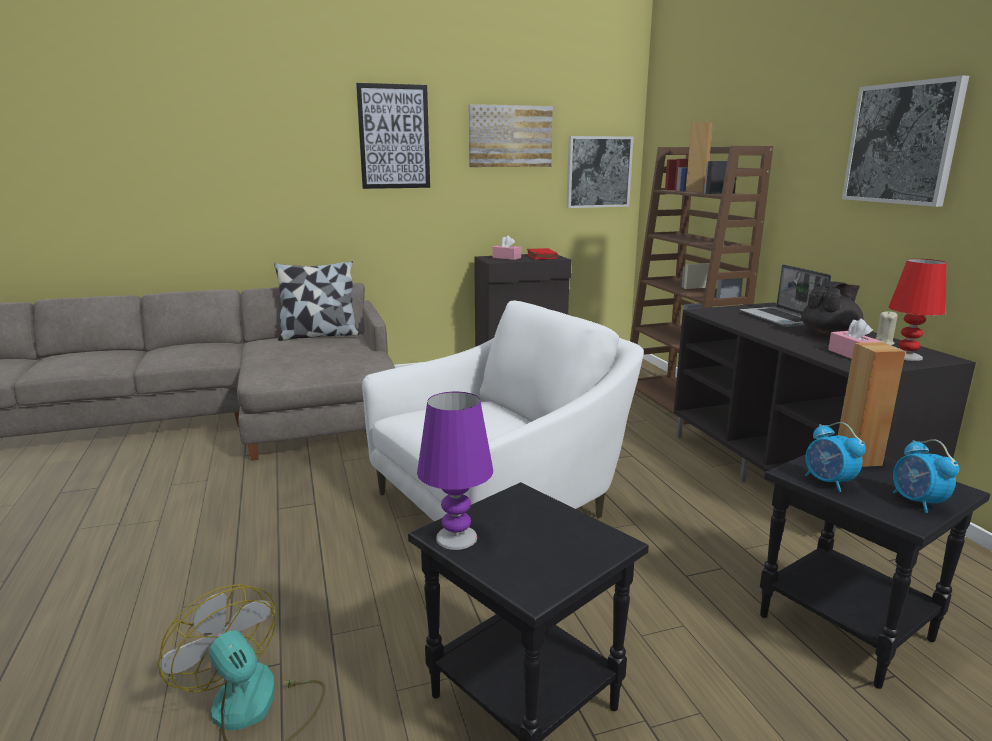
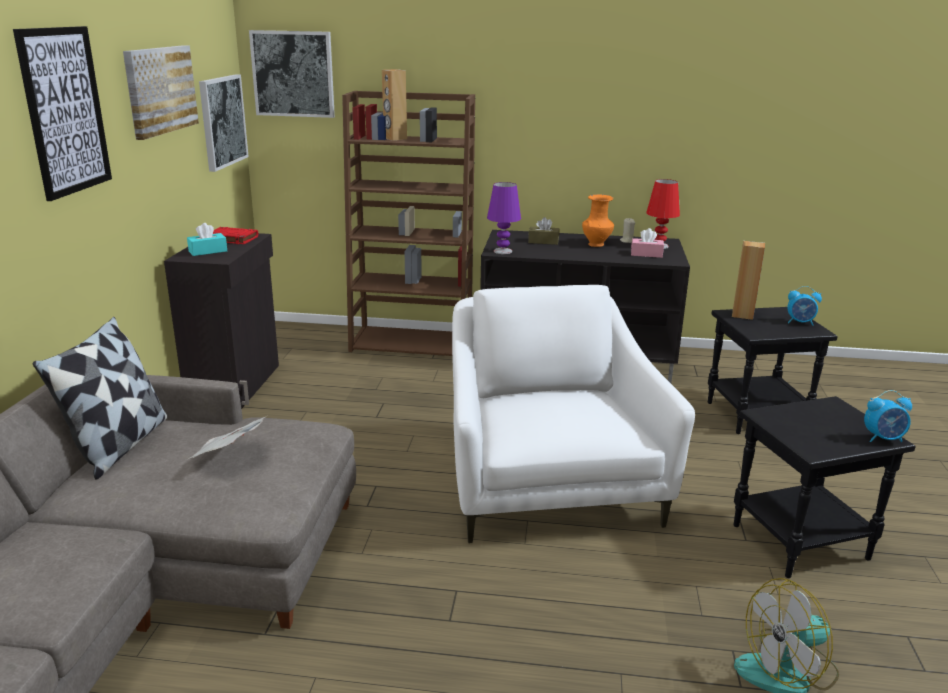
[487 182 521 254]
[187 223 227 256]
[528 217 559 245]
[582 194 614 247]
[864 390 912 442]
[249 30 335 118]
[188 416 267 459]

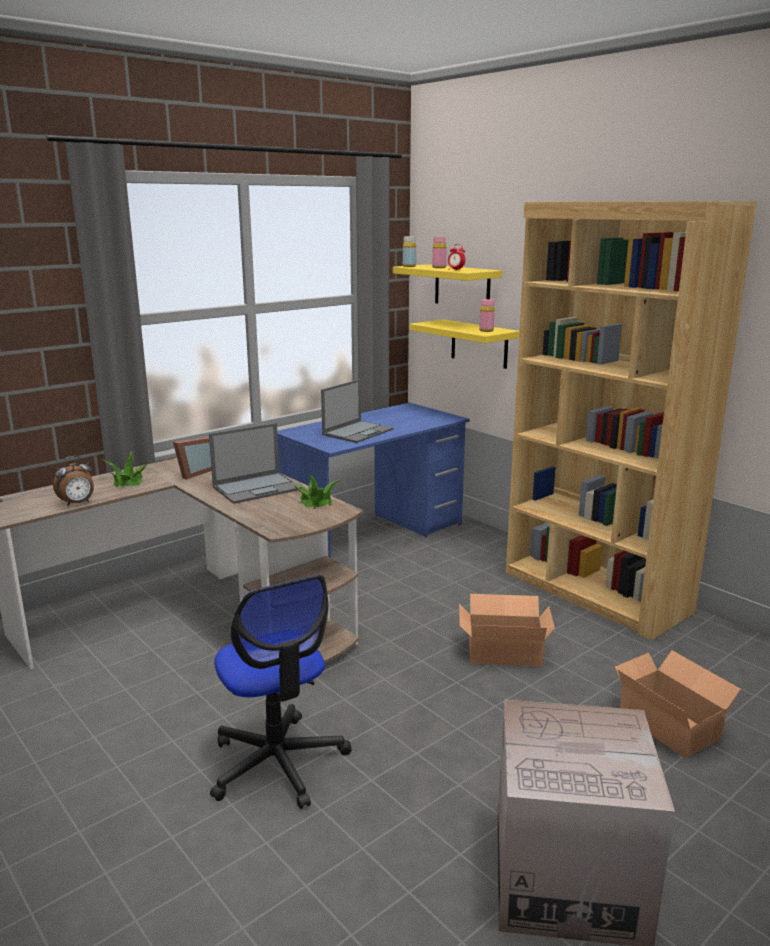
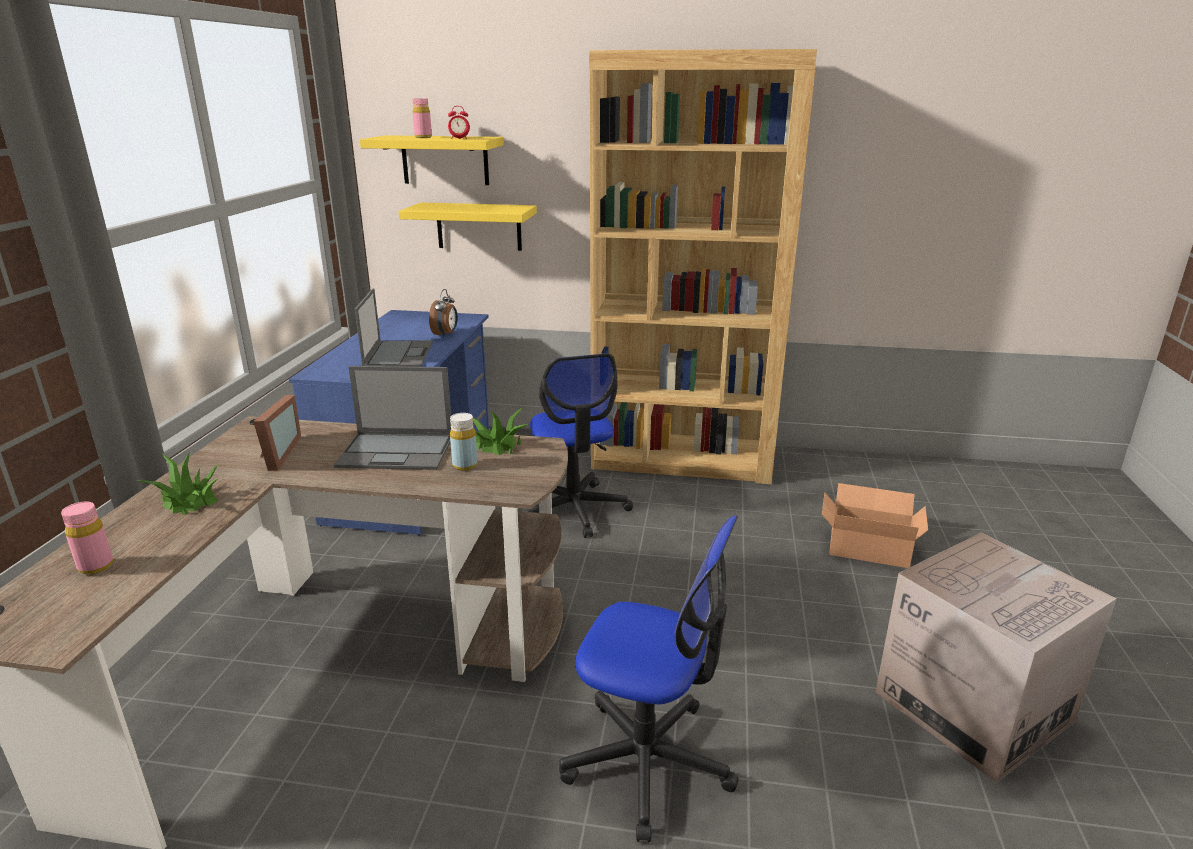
[429 289 458 338]
[334 366 451 470]
[450 413 478 471]
[459 594 555 667] (first image)
[61 502 113 575]
[525 353 633 538]

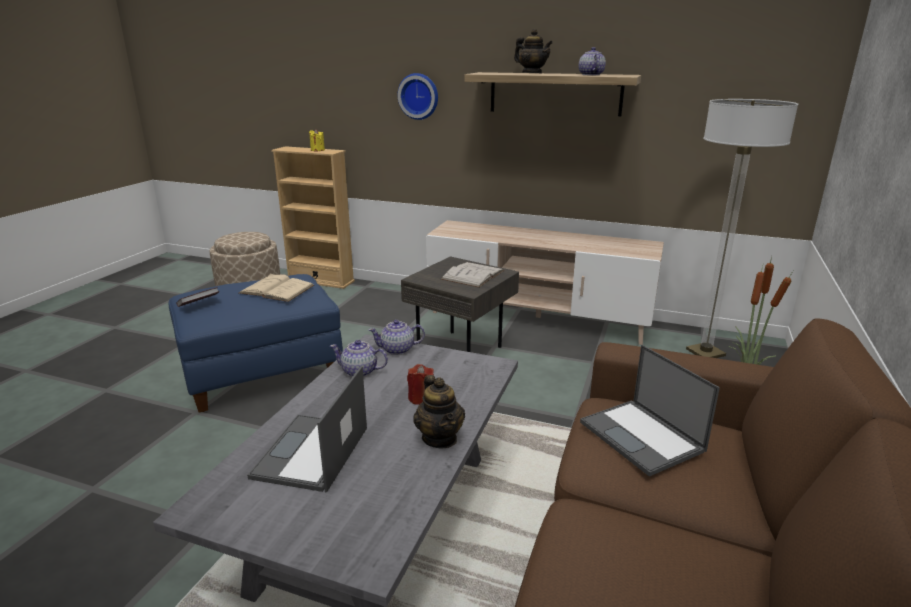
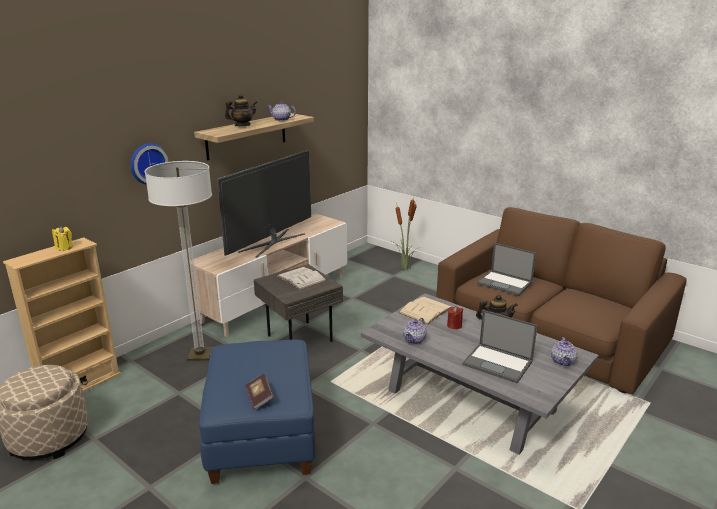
[399 297 452 325]
[551 337 578 366]
[477 243 536 296]
[145 161 212 361]
[217 150 311 257]

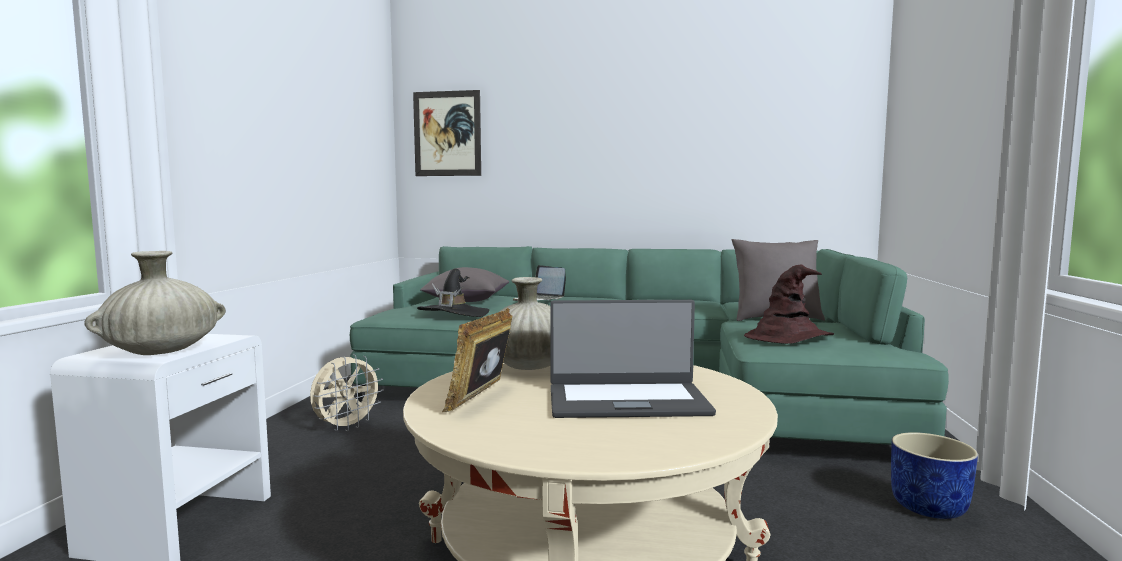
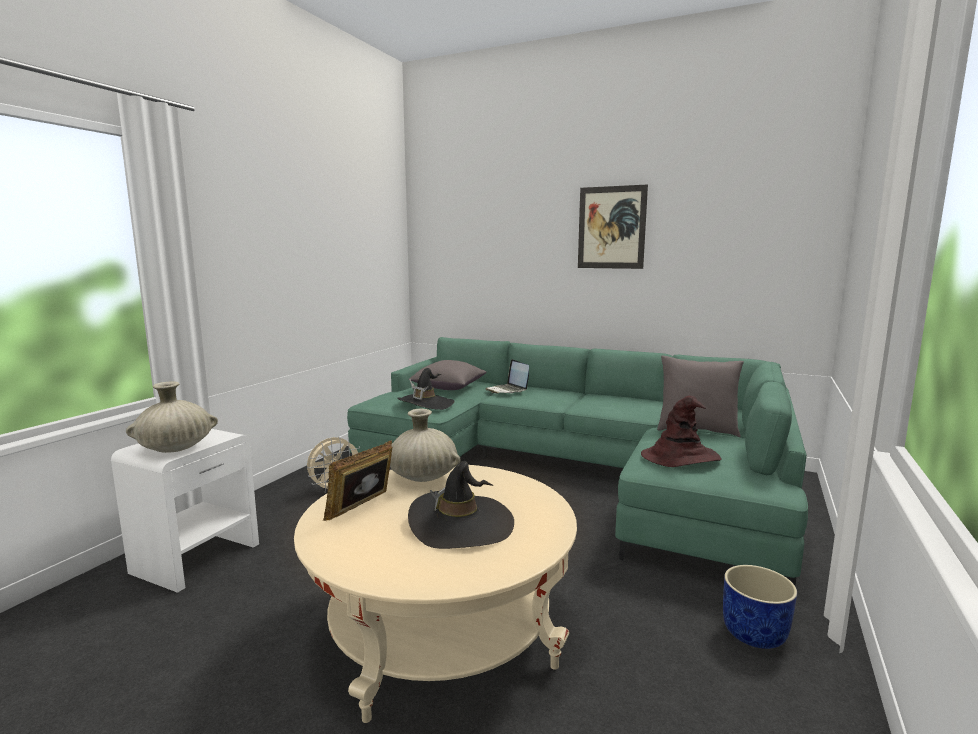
[578 184 648 269]
[408 461 514 549]

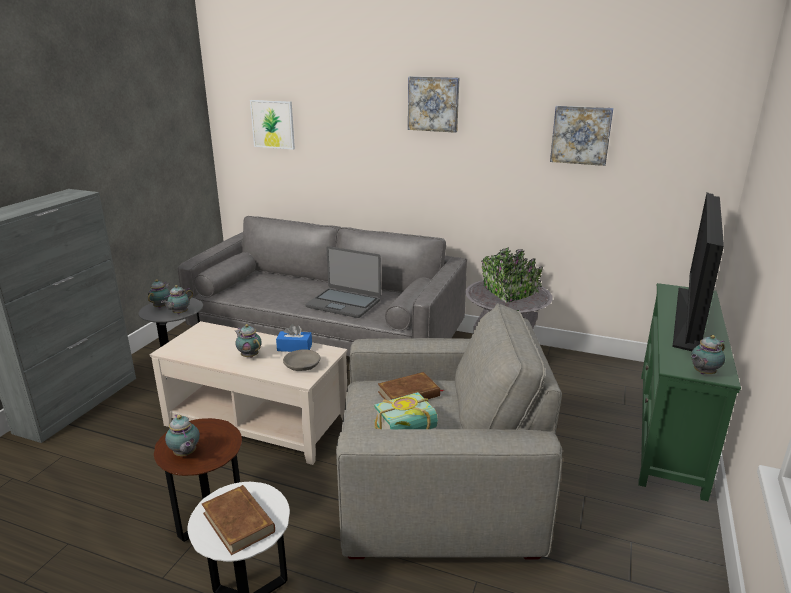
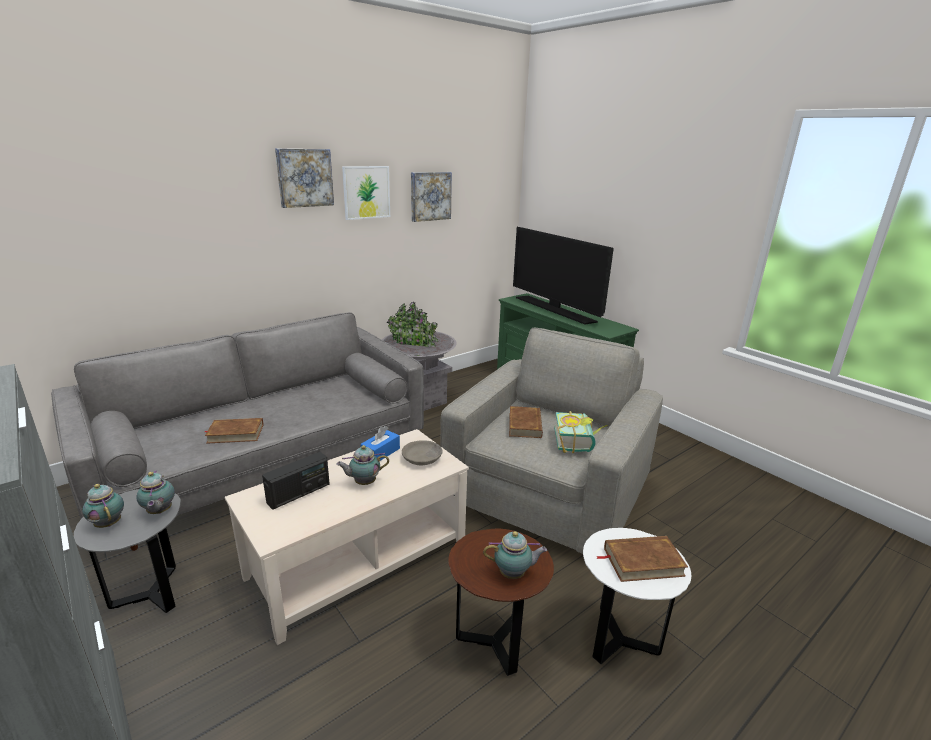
[342 166 390 220]
[306 246 381 318] (first image)
[691 335 725 374] (first image)
[205 418 264 444]
[262 452 330 510]

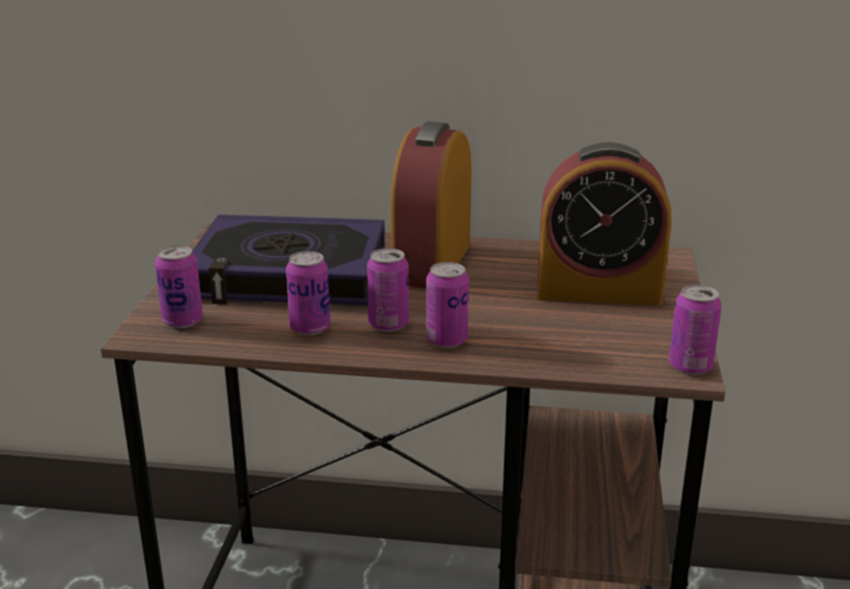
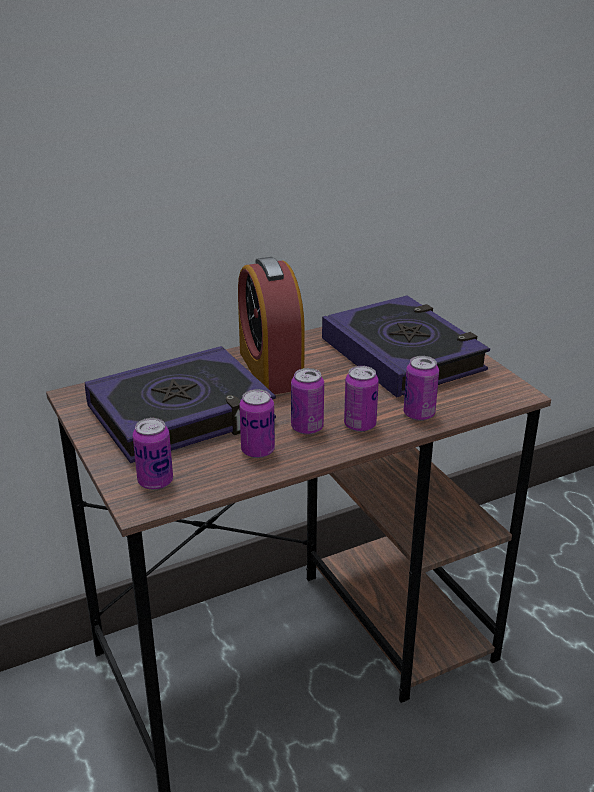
[322 296 490 397]
[404 356 439 421]

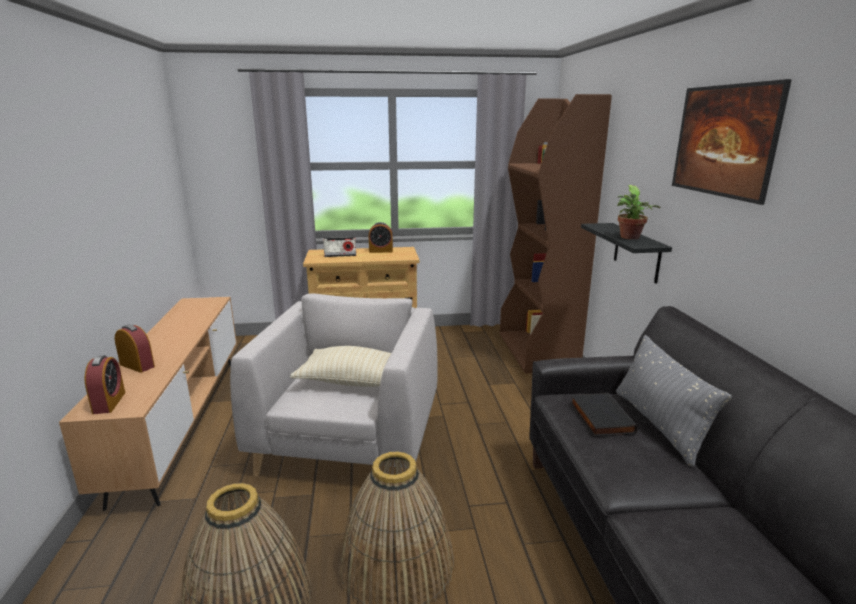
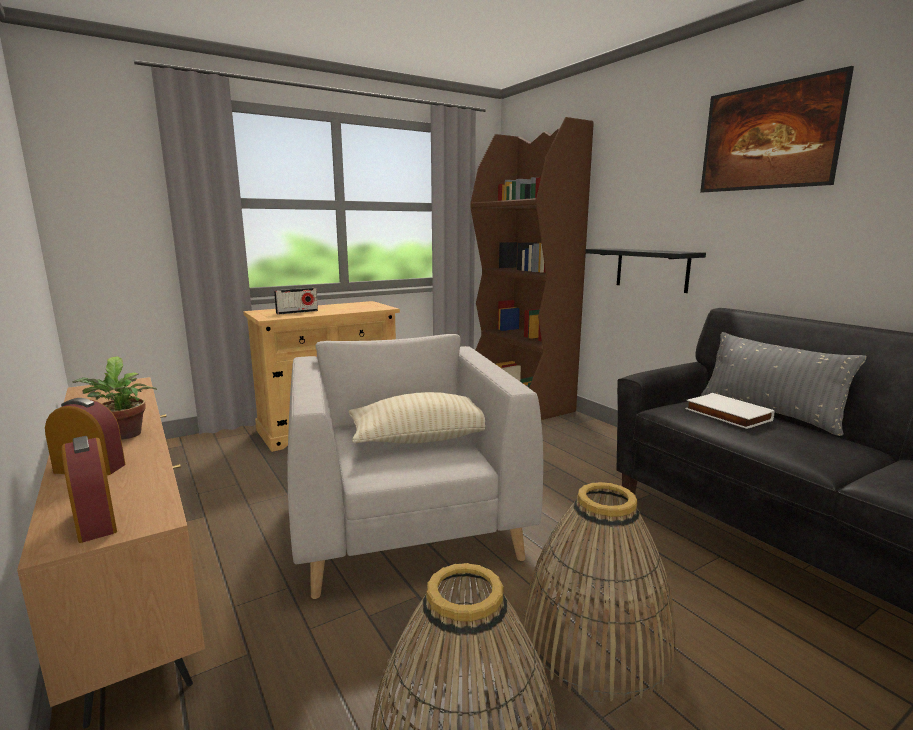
[369 222 393 253] (first image)
[685 393 775 429]
[72 356 157 440]

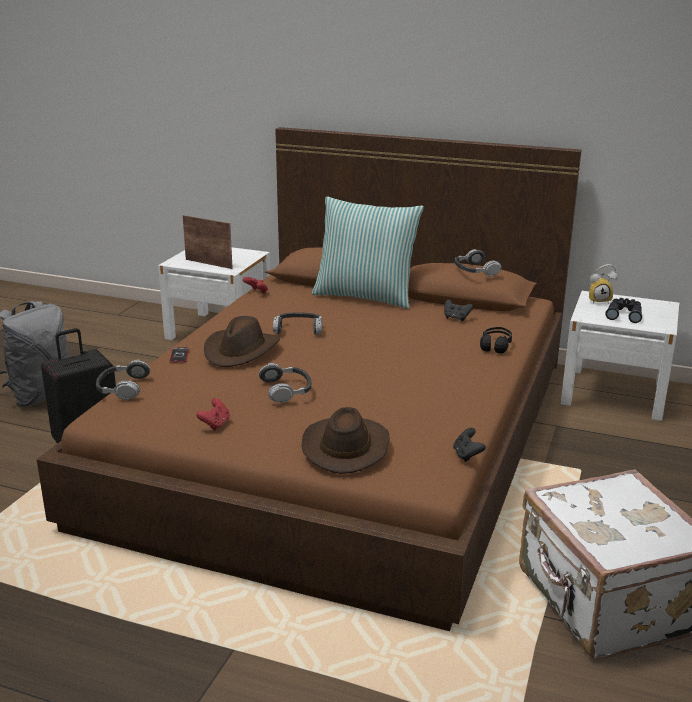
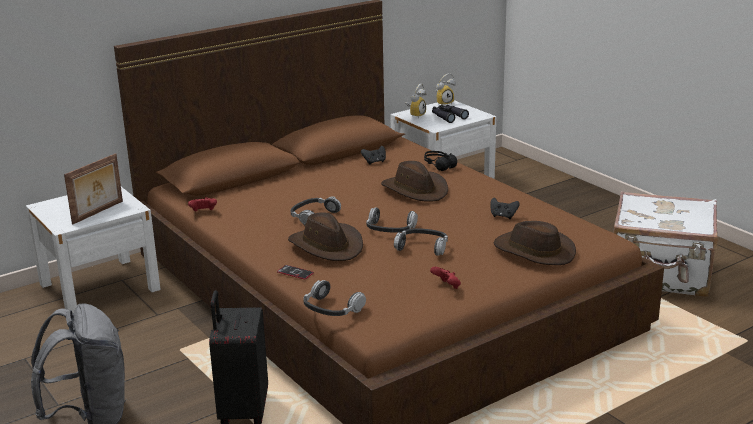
[64 153 123 224]
[312 196 424 309] (first image)
[490 198 520 219]
[366 207 418 233]
[381 161 448 202]
[436 73 456 105]

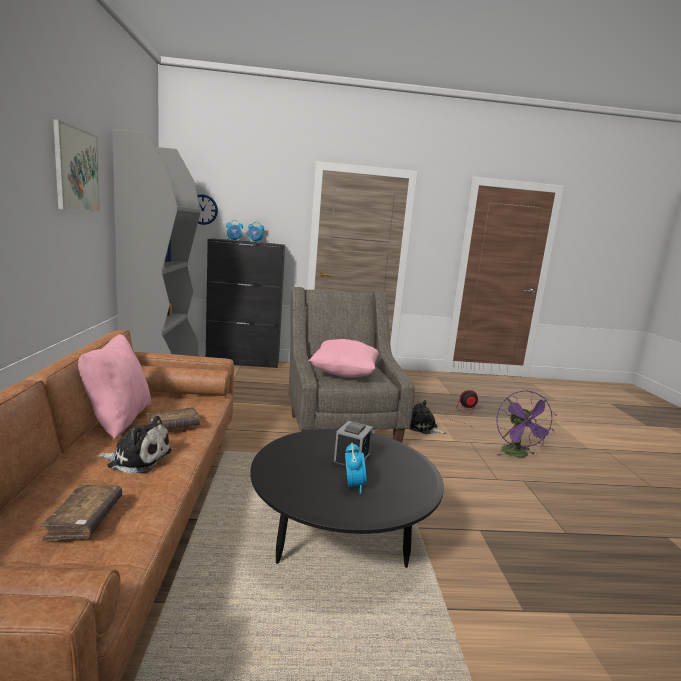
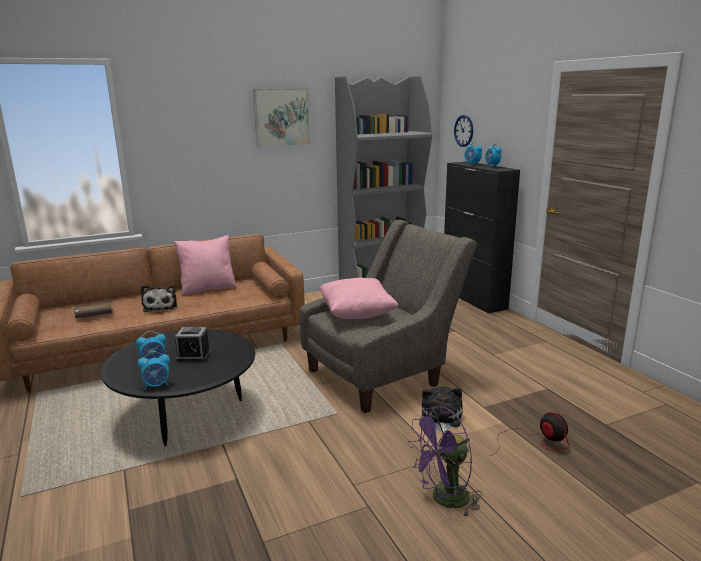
[146 407 200 429] (first image)
[138 351 170 390]

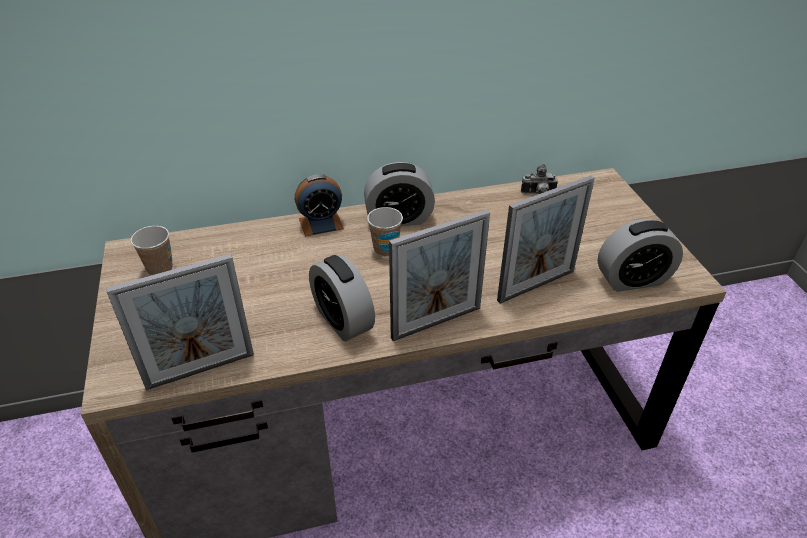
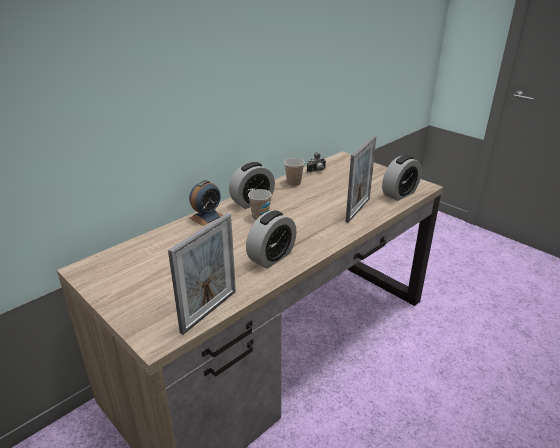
[284 158 305 186]
[246 210 296 269]
[389 210 490 341] (first image)

